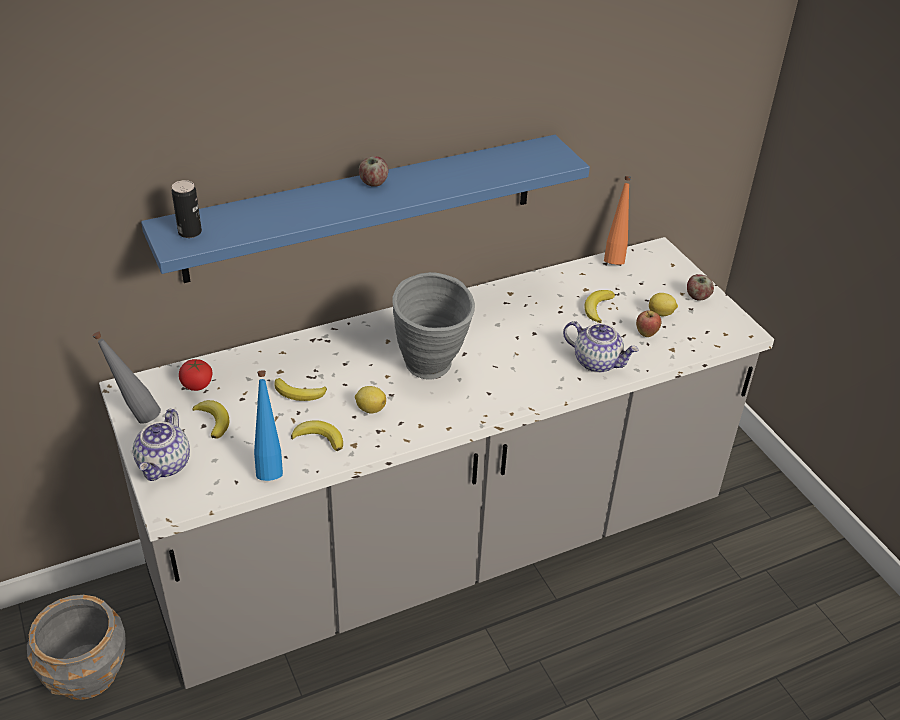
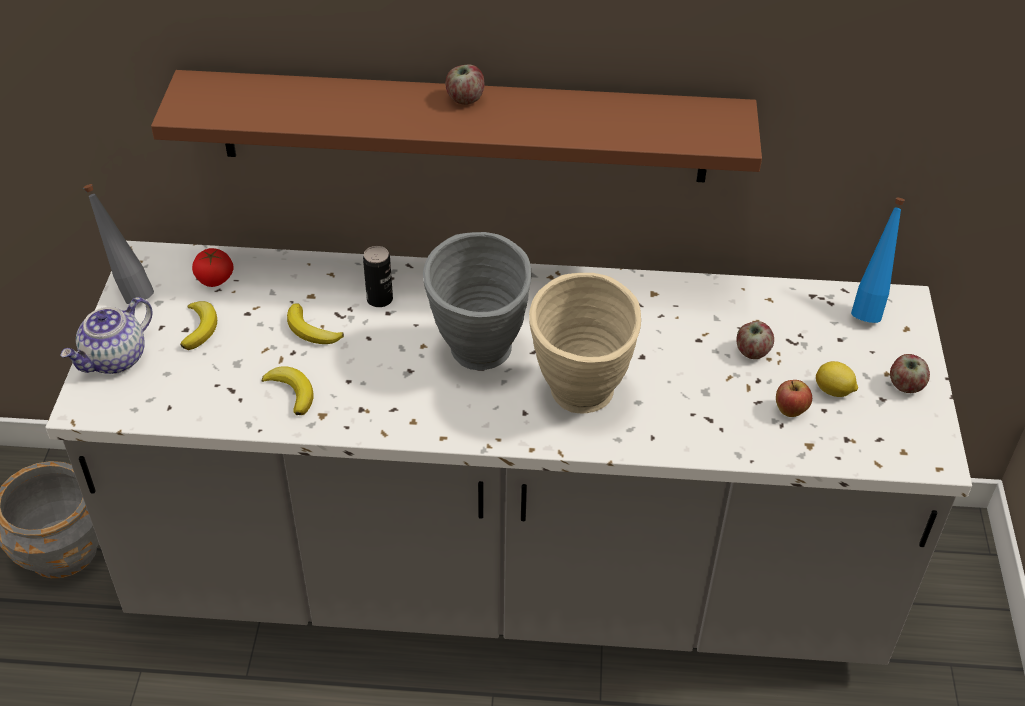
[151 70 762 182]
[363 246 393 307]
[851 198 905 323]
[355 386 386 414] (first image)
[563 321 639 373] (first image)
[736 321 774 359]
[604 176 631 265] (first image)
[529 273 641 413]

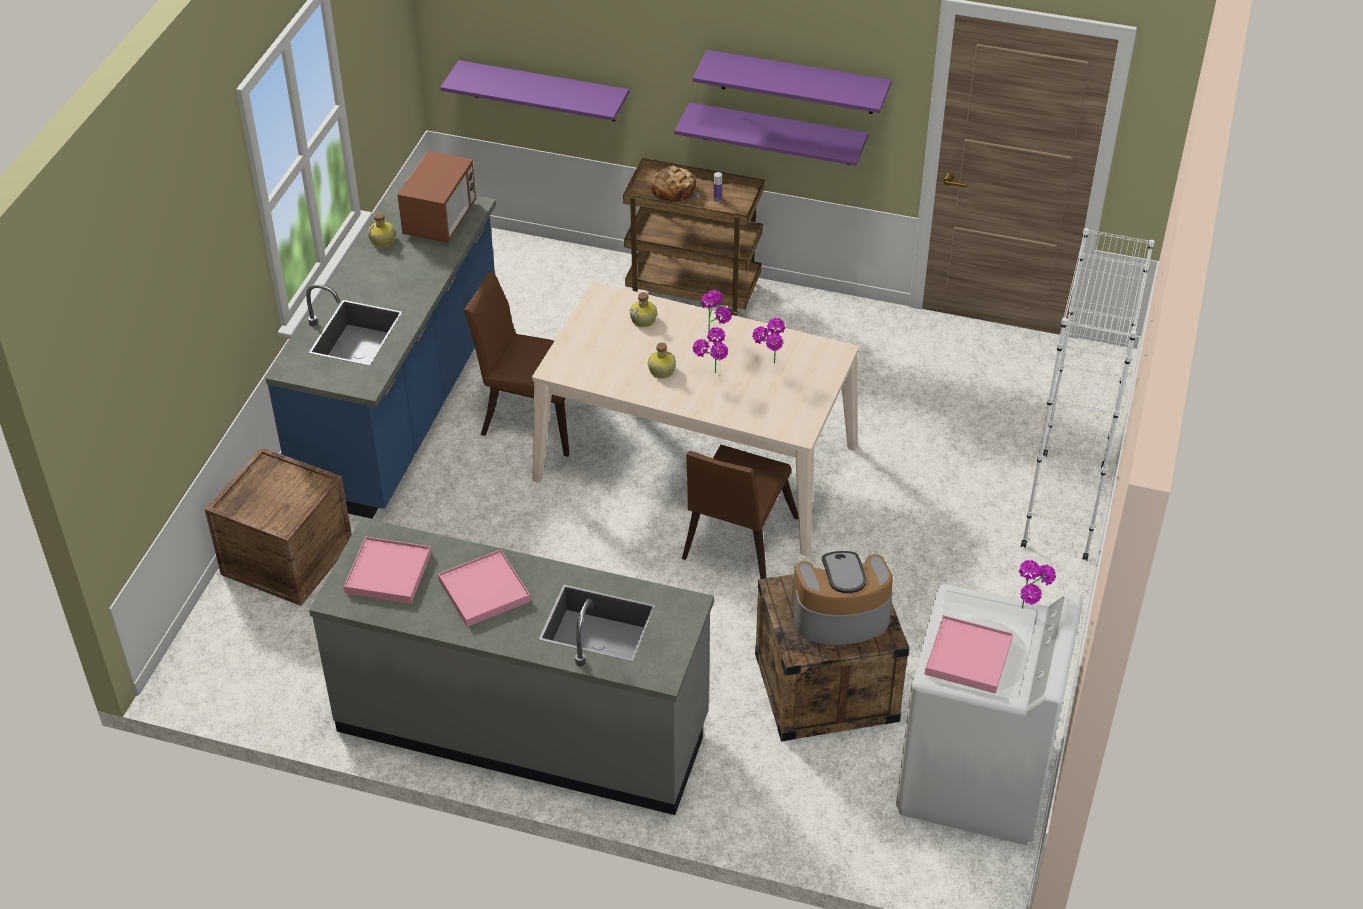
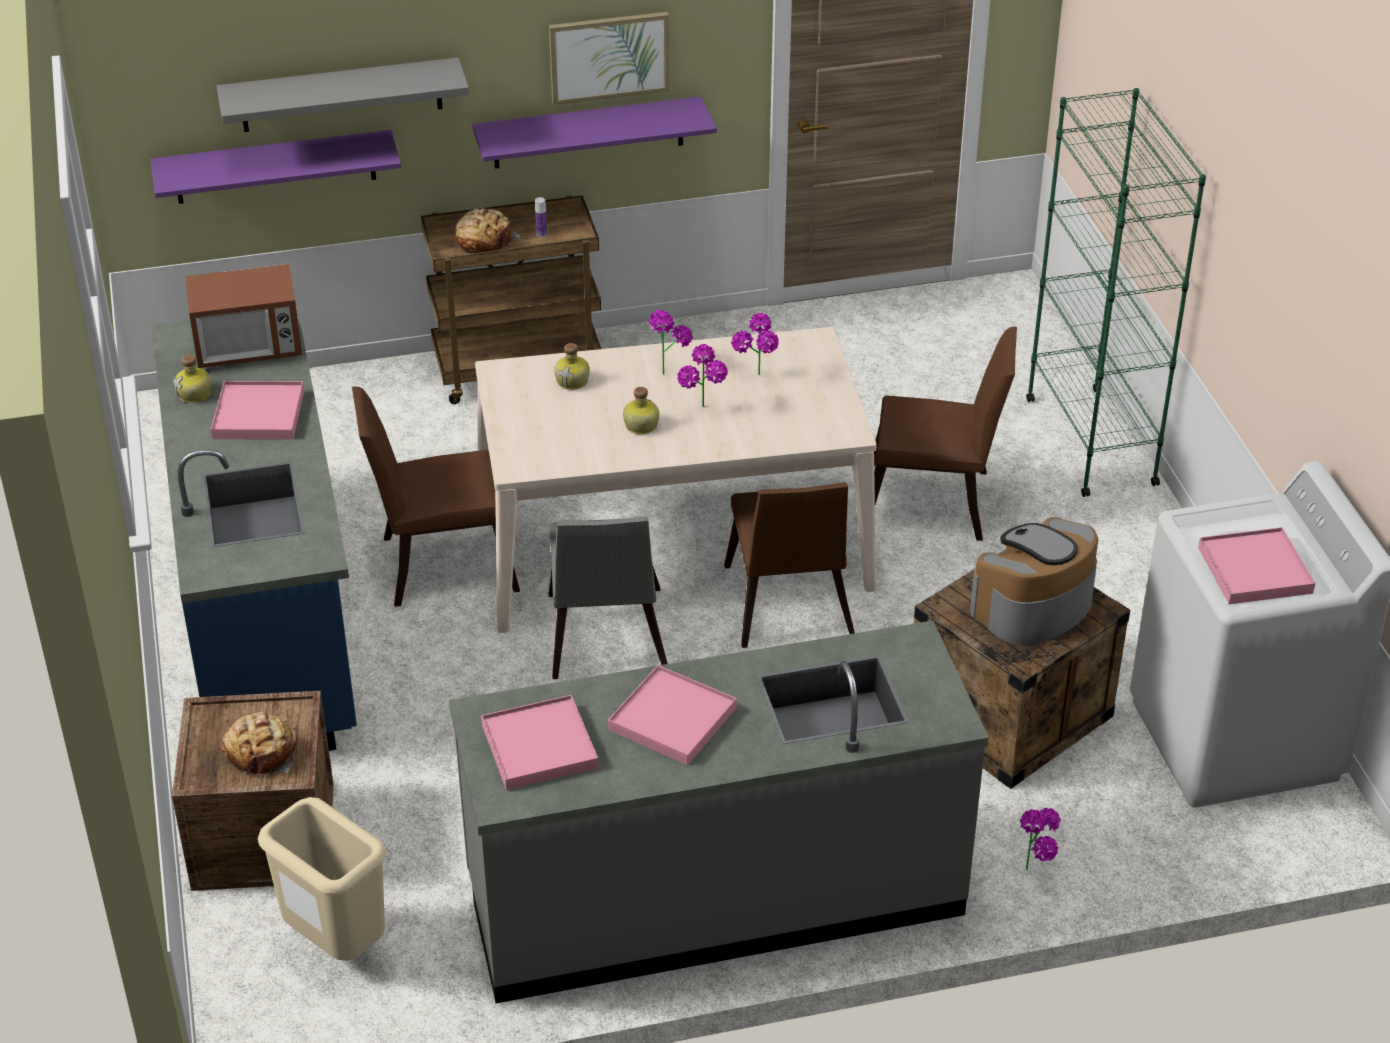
[185 264 302 368]
[549 12 669 105]
[1020 808 1061 870]
[1026 88 1206 497]
[211 381 304 440]
[217 58 469 132]
[222 712 297 775]
[258 797 387 961]
[549 516 668 679]
[874 327 1017 541]

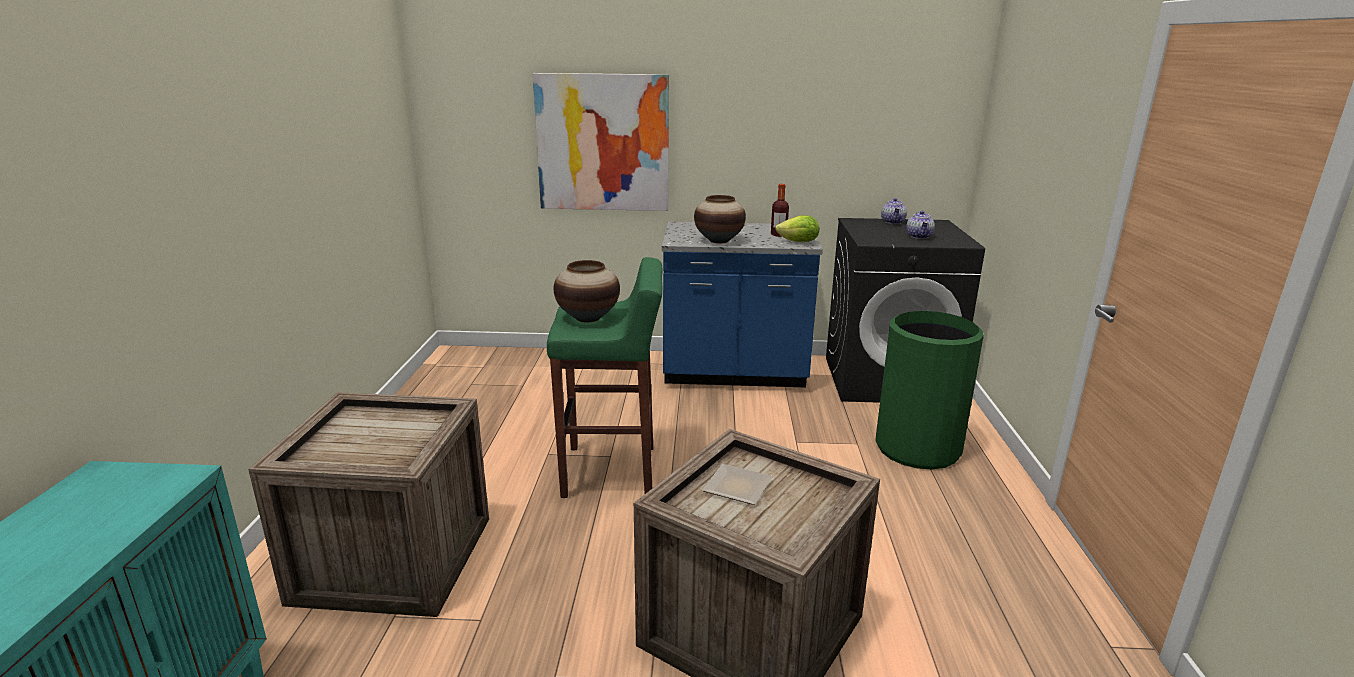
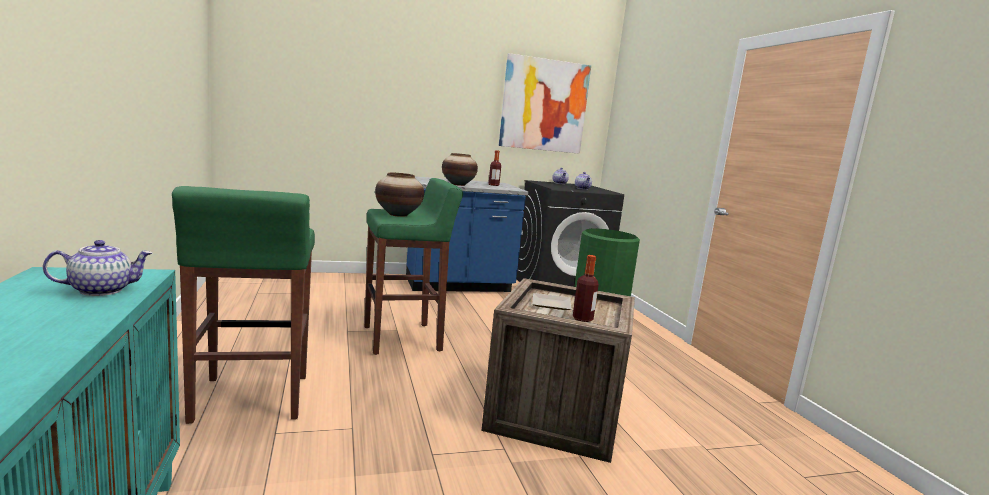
[172 186 315 424]
[498 53 591 154]
[775 215 819 242] (first image)
[43 240 153 296]
[573 255 599 322]

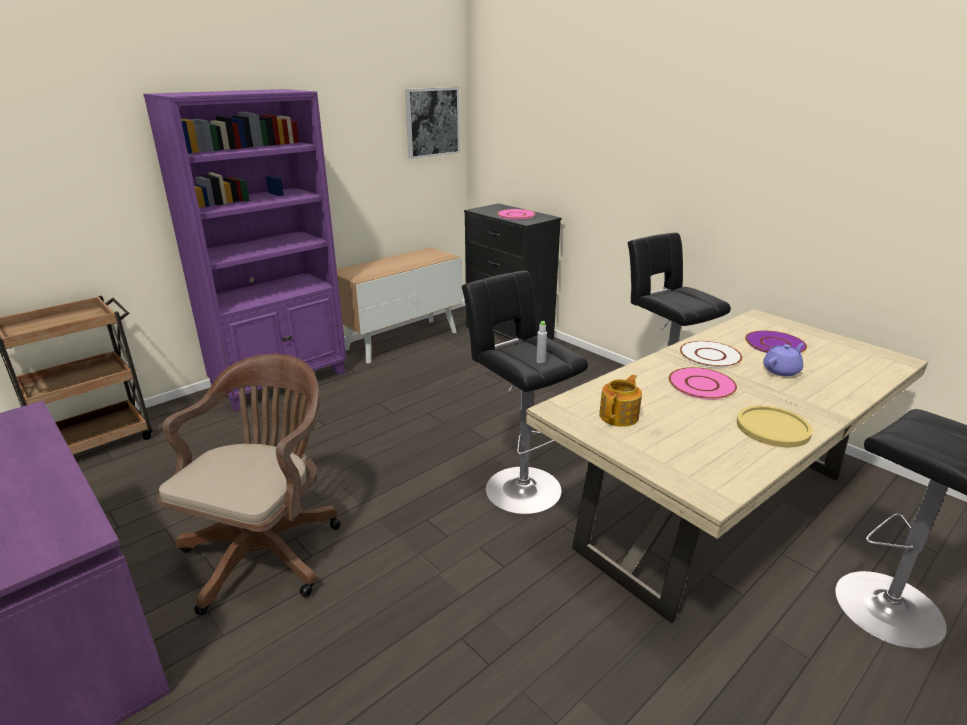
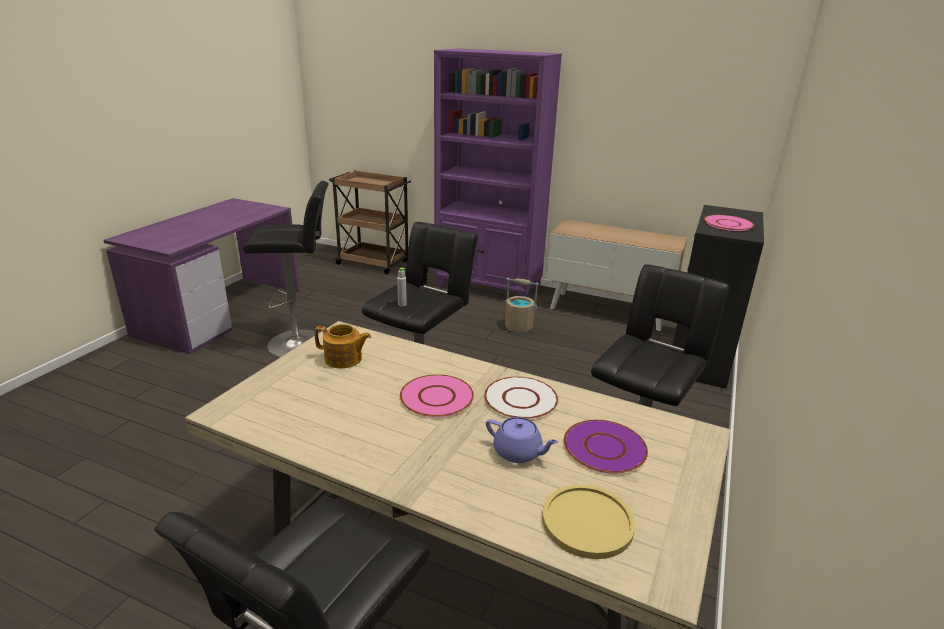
[243 181 329 357]
[405 87 460 159] (first image)
[542 484 635 559]
[505 278 539 332]

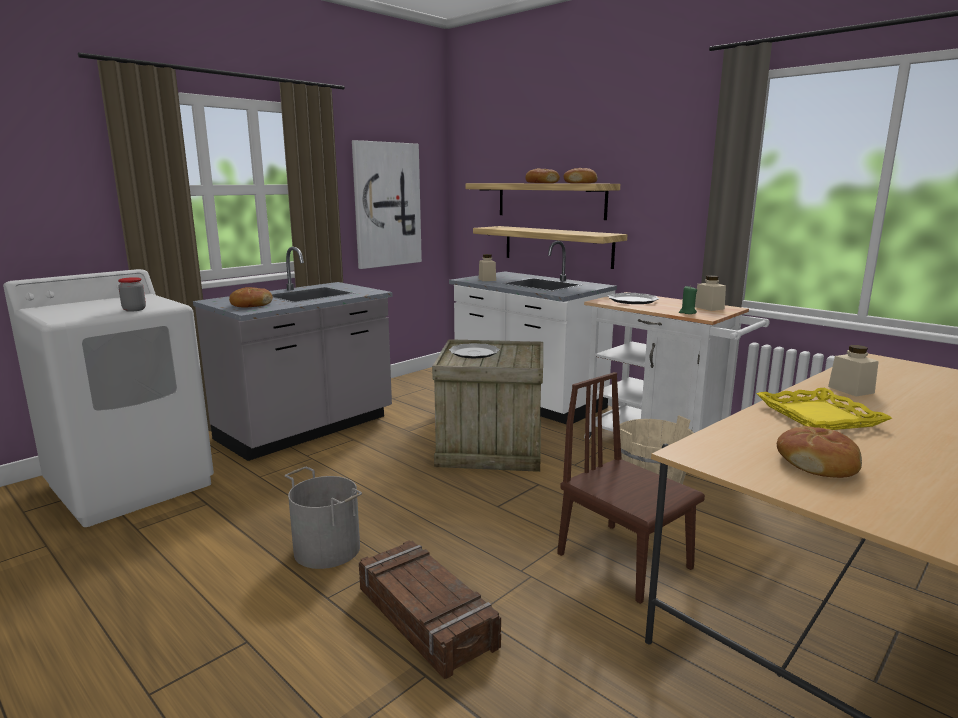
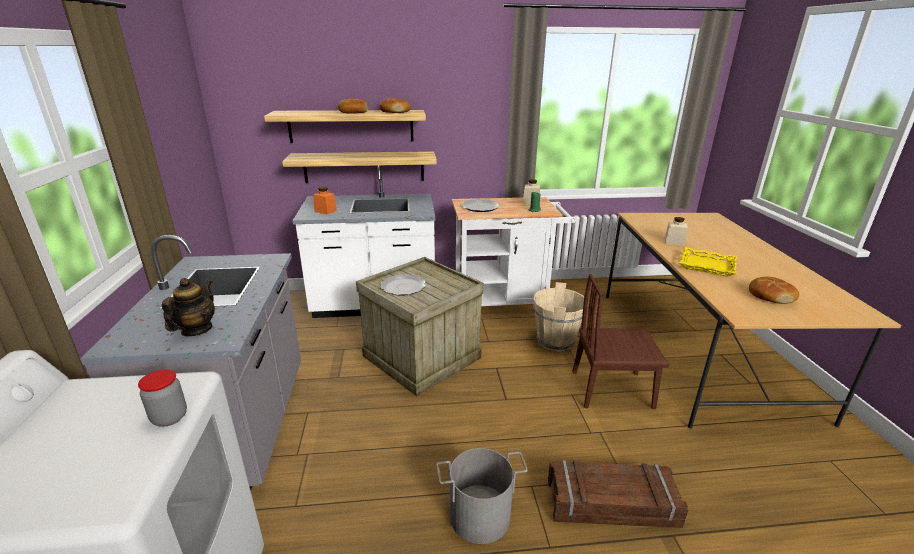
[162 278 215 336]
[352 140 422 269] (first image)
[313 187 337 215]

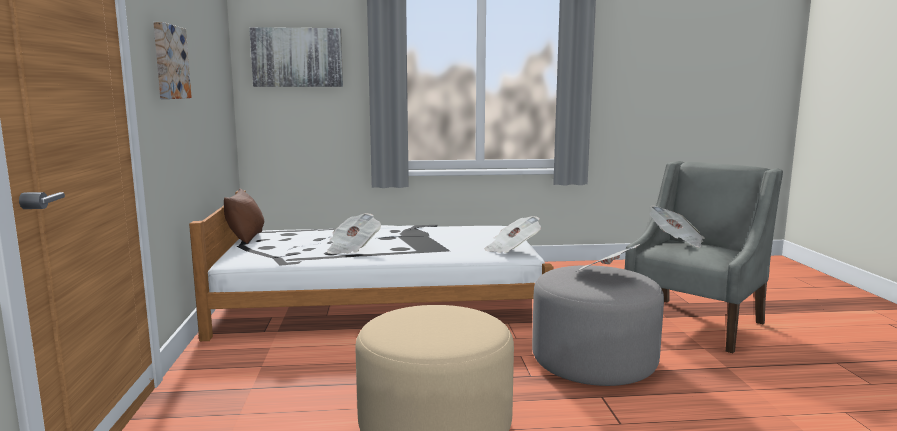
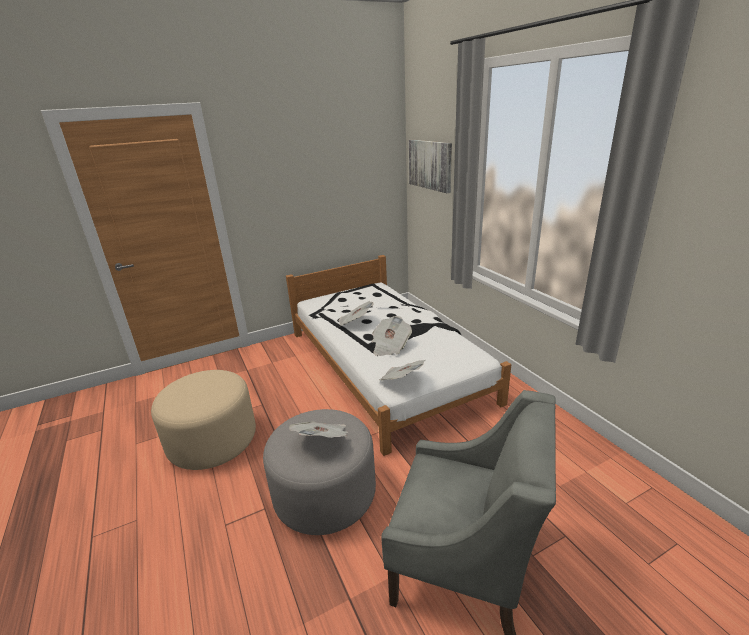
[153 22 192 99] (first image)
[224 188 264 244] (first image)
[372 316 412 356]

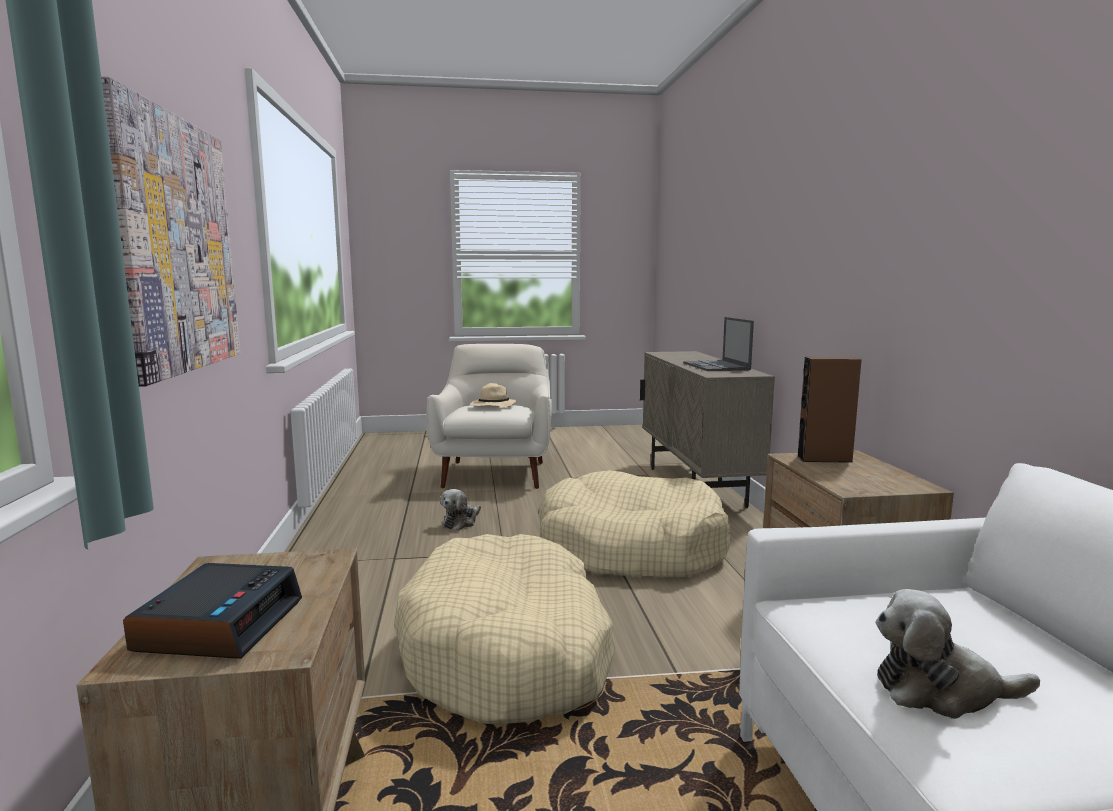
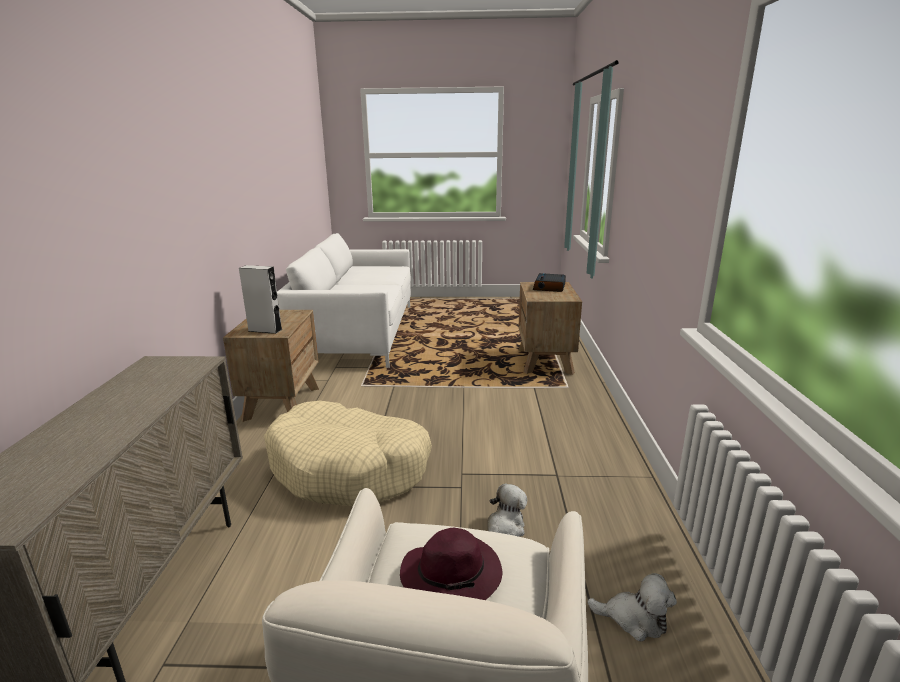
[101 76 240 387] (first image)
[394 534 616 724] (first image)
[400 528 503 600]
[683 317 754 371] (first image)
[239 265 283 334]
[587 573 677 642]

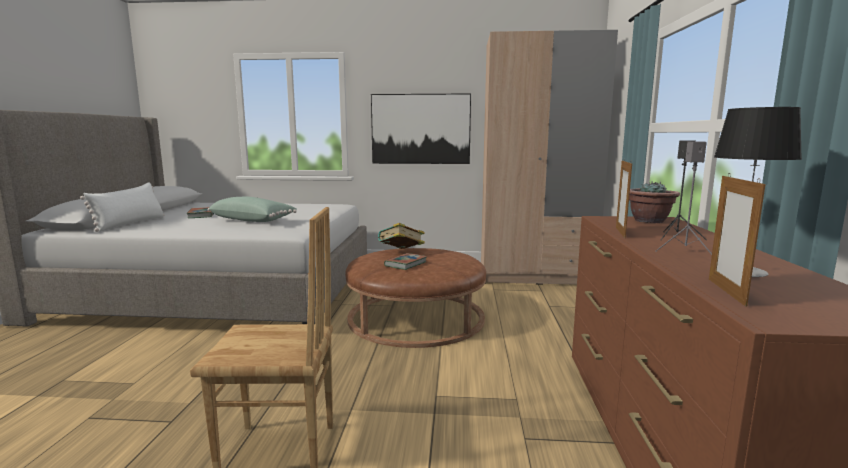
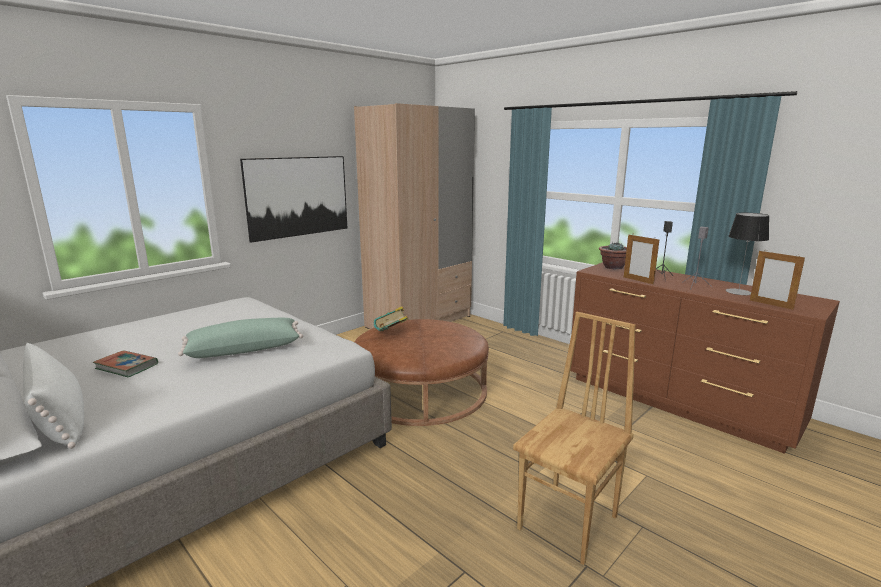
[384 253 427 270] (first image)

